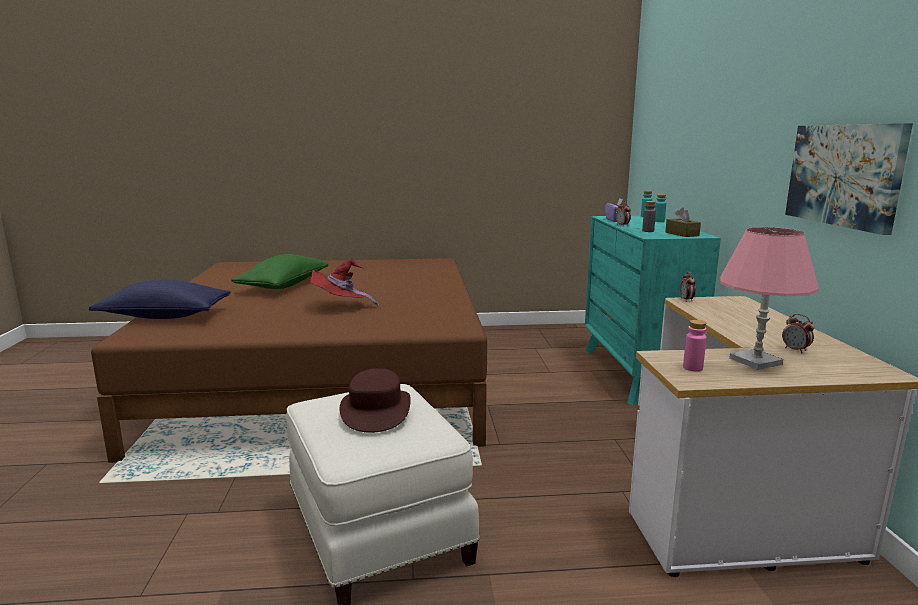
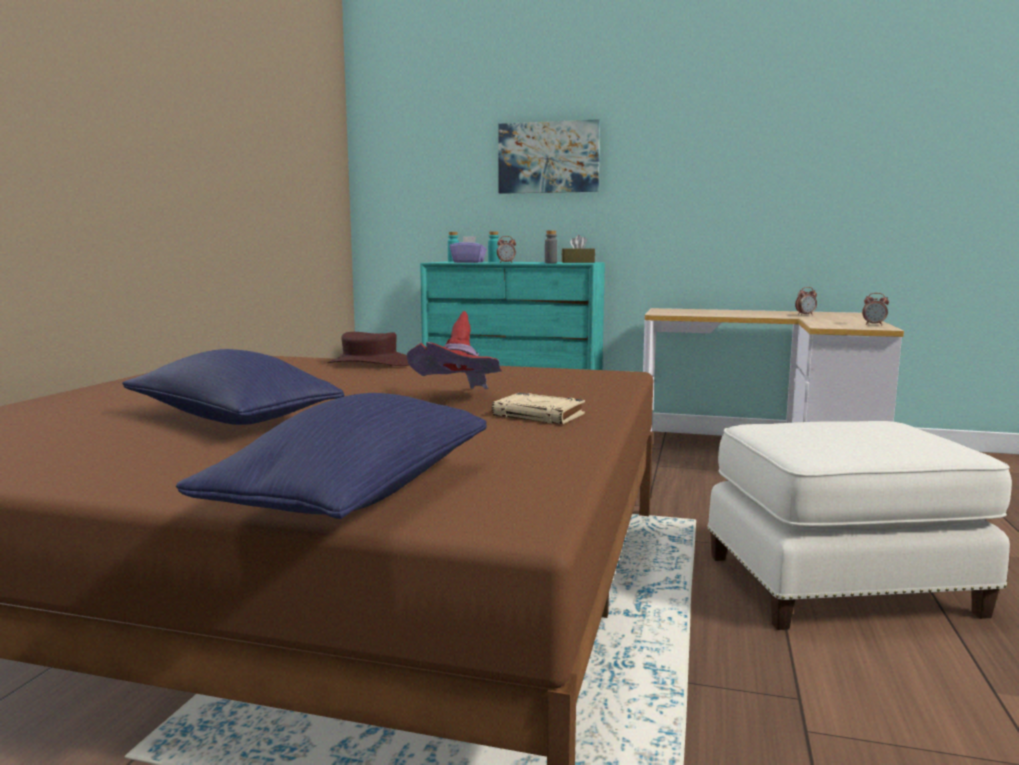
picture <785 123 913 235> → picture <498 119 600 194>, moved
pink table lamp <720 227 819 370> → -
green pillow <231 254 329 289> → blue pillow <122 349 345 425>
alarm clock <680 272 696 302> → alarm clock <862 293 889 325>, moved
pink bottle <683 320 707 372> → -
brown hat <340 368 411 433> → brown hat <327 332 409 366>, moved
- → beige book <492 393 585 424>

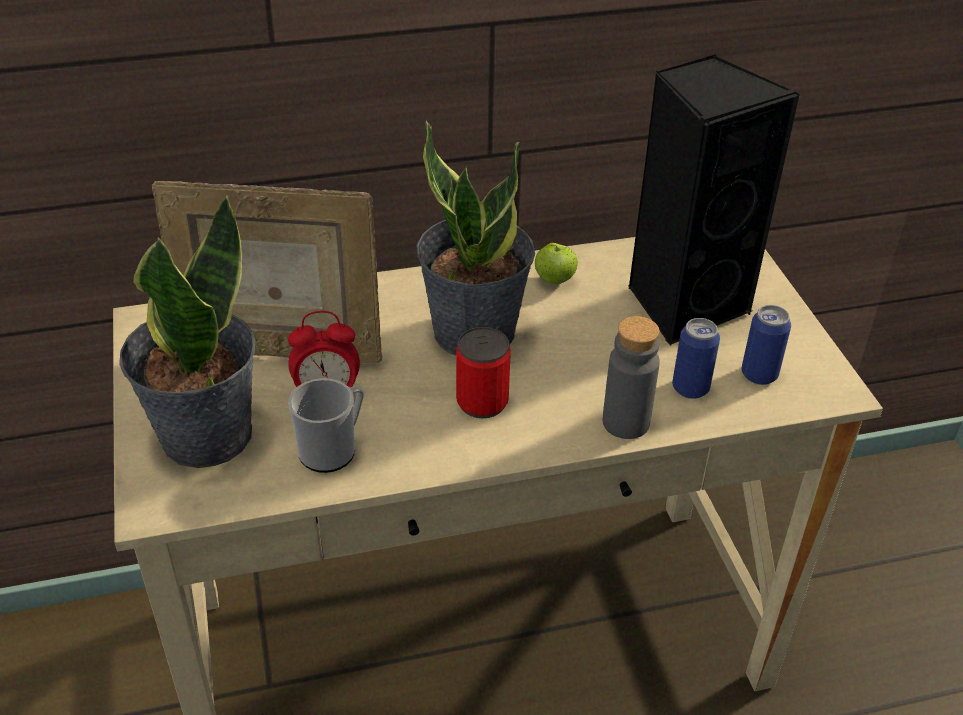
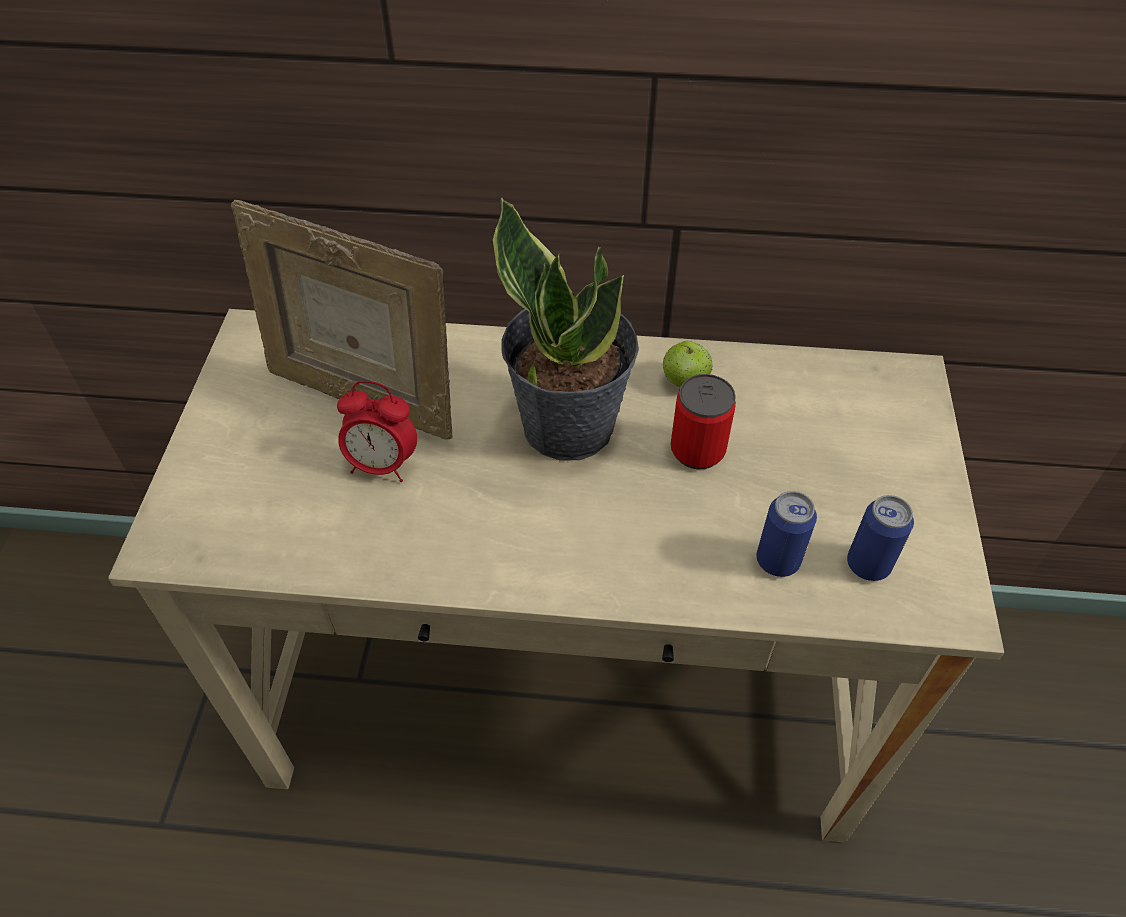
black speaker <628 54 800 345> → -
potted plant <119 195 255 468> → -
grey bottle <603 316 660 439> → -
can <456 327 511 418> → can <671 374 736 469>, moved
mug <288 378 364 473> → -

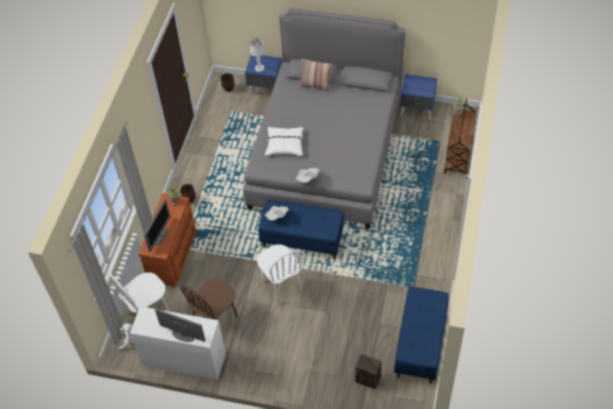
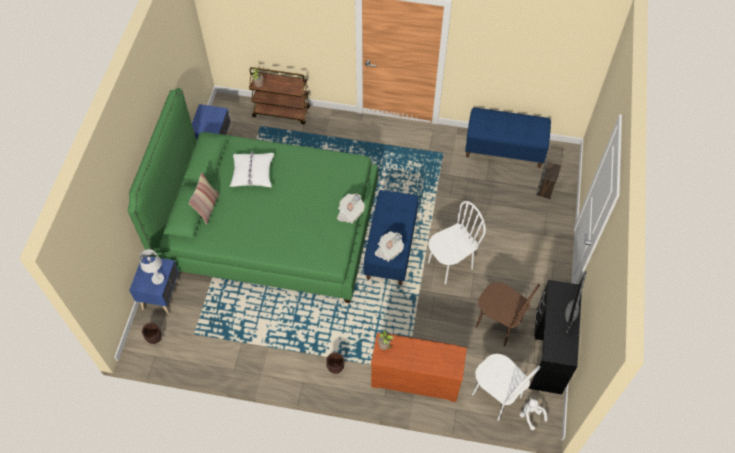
grey bed <243 8 405 229> → green bed <128 88 378 303>
white pillow <265 127 304 156> → white pillow <230 151 274 187>, moved
monitor <144 199 170 252> → -
white desk <130 306 226 380> → black desk <529 280 582 394>

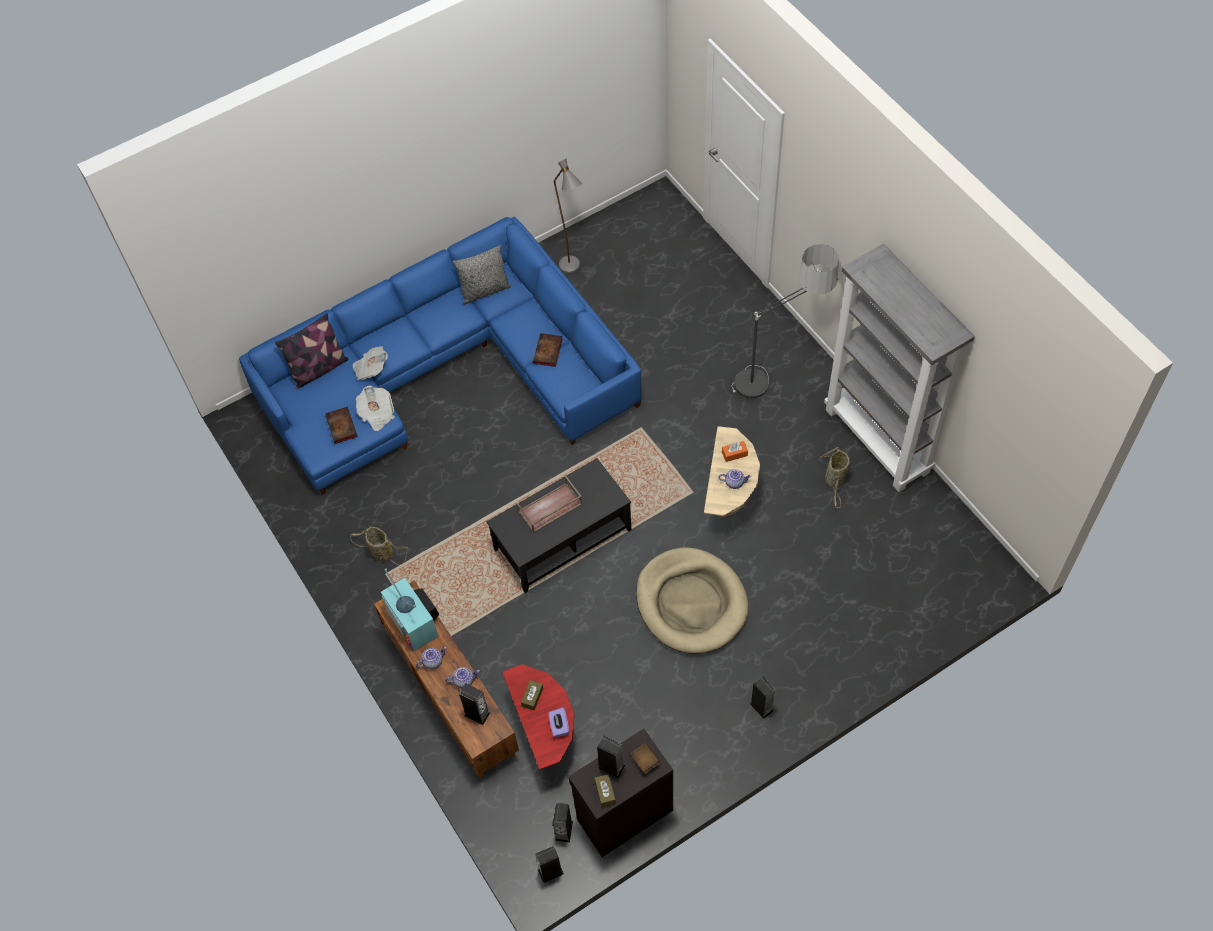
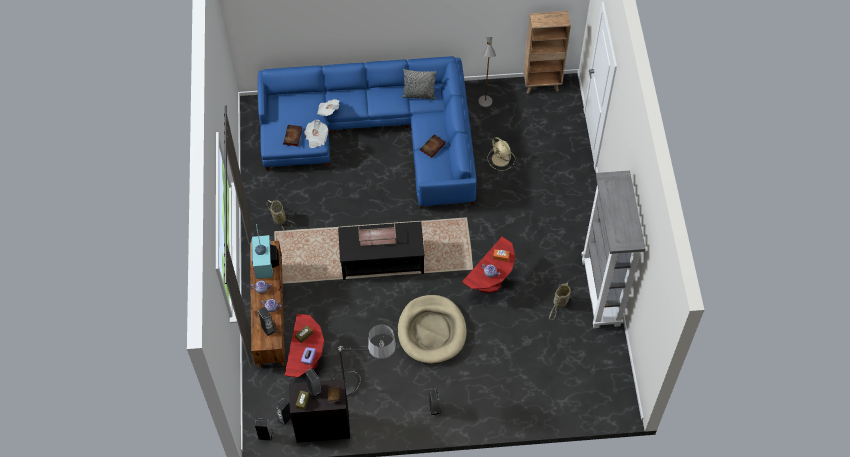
floor lamp <732 244 839 398> → floor lamp <332 324 396 396>, moved
pillow <275 313 348 389> → -
beige side table <704 426 760 518> → red side table <462 237 515 293>
- → brown bookcase <524 11 571 94>
- → beige fan <488 137 515 171>

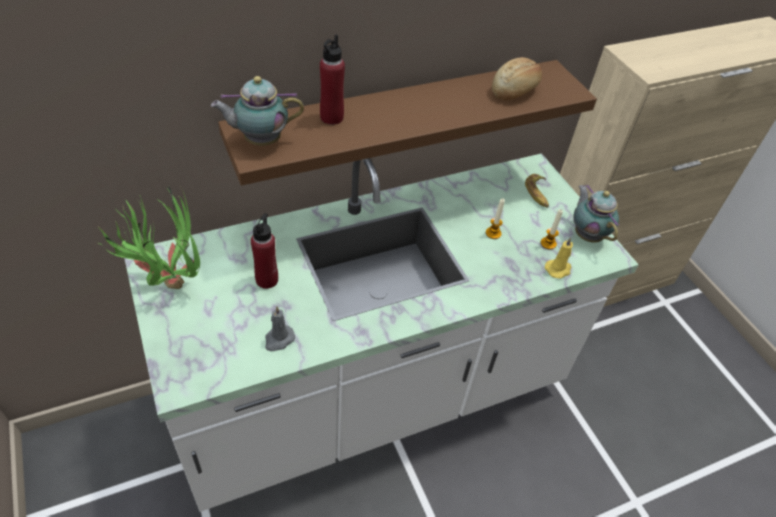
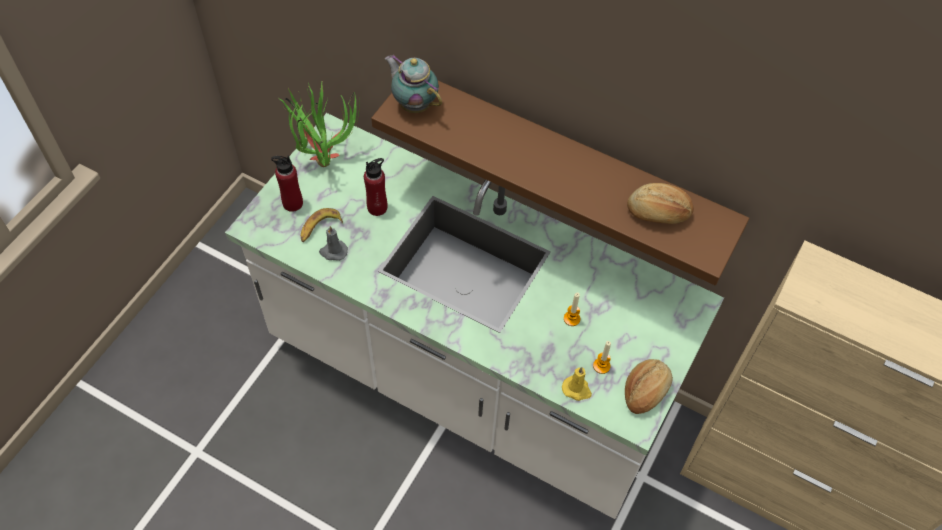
red bottle <320 35 345 125> → red bottle <271 156 303 212>, moved
banana <525 174 549 207> → banana <301 208 343 242>, moved
teapot <573 184 619 242> → bread <625 359 673 414>

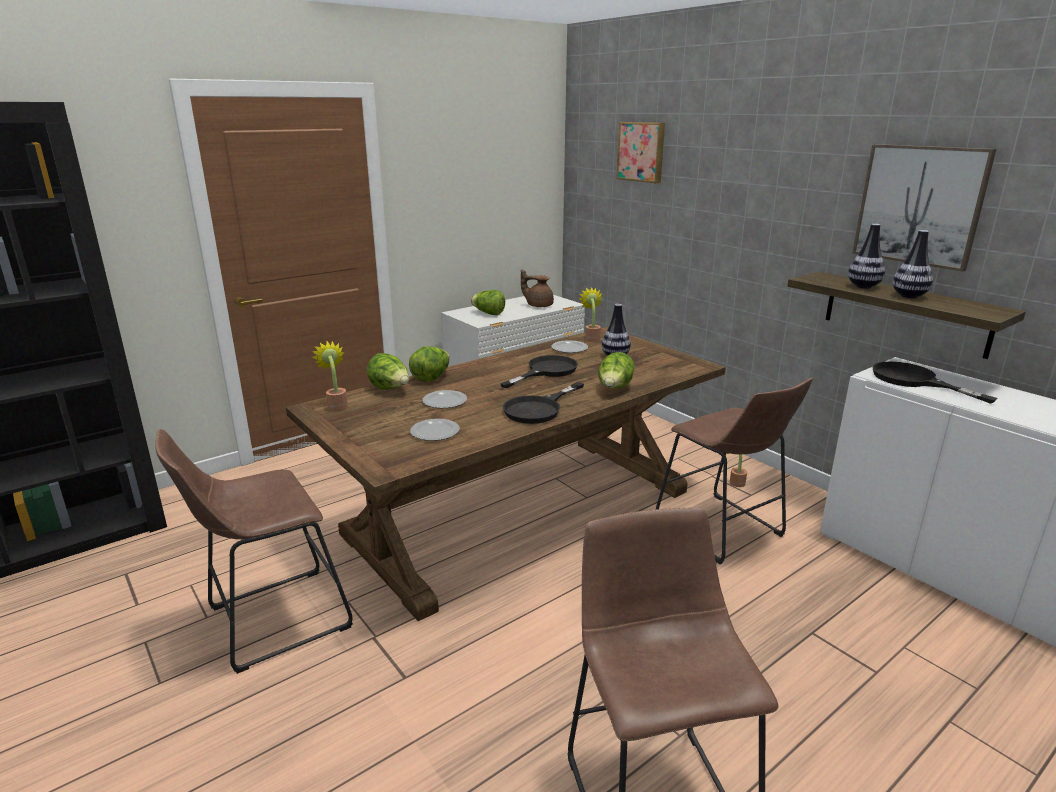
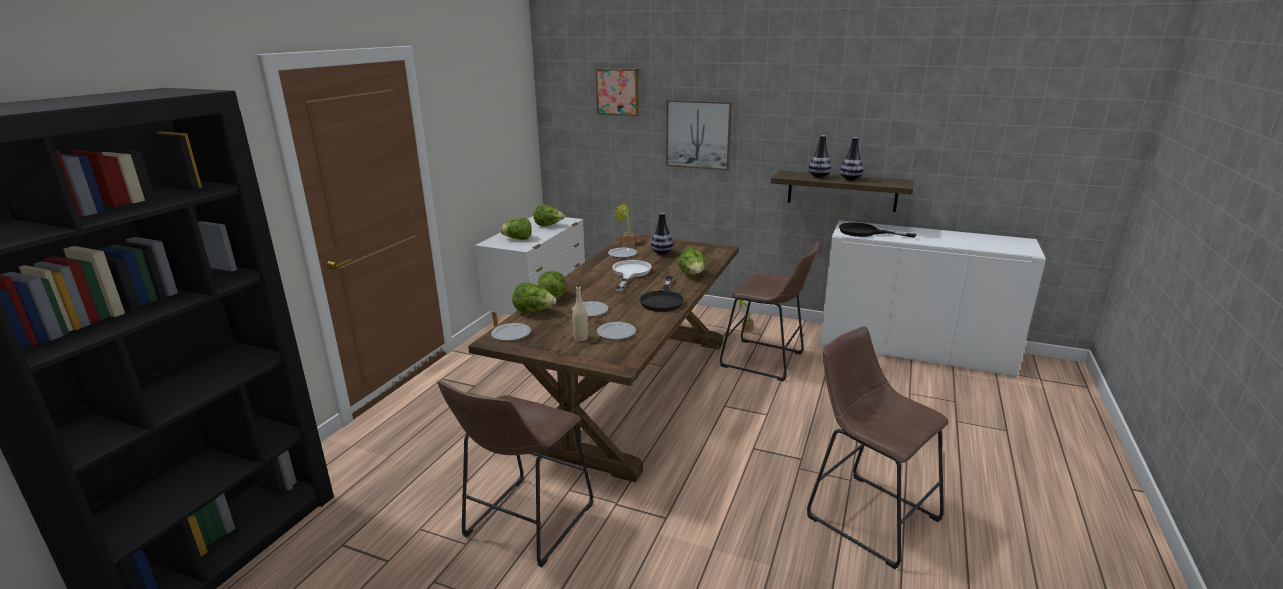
picture <852 144 996 271> → picture <666 100 732 170>, moved
brown teapot <521 269 554 307> → lettuce <533 205 565 226>
potted plant <312 341 348 412> → plate <491 323 531 341>
black frying pan <500 355 578 388> → white frying pan <612 260 651 291>
- → beige bottle <572 285 588 341>

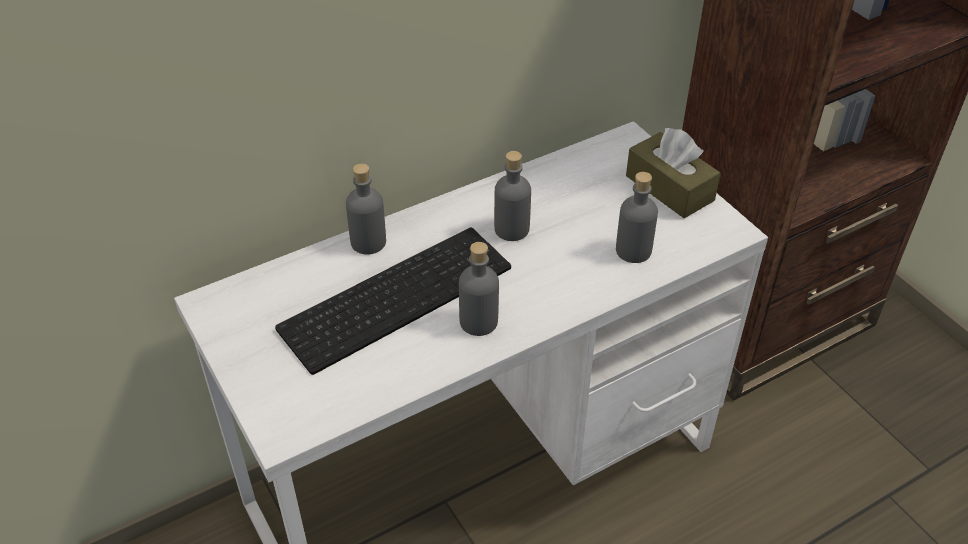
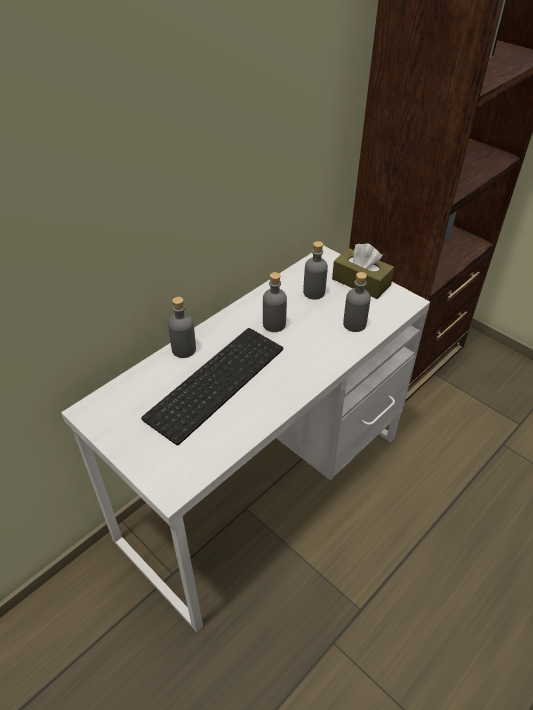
grey bottle <459 242 499 336> → grey bottle <303 241 328 300>, moved

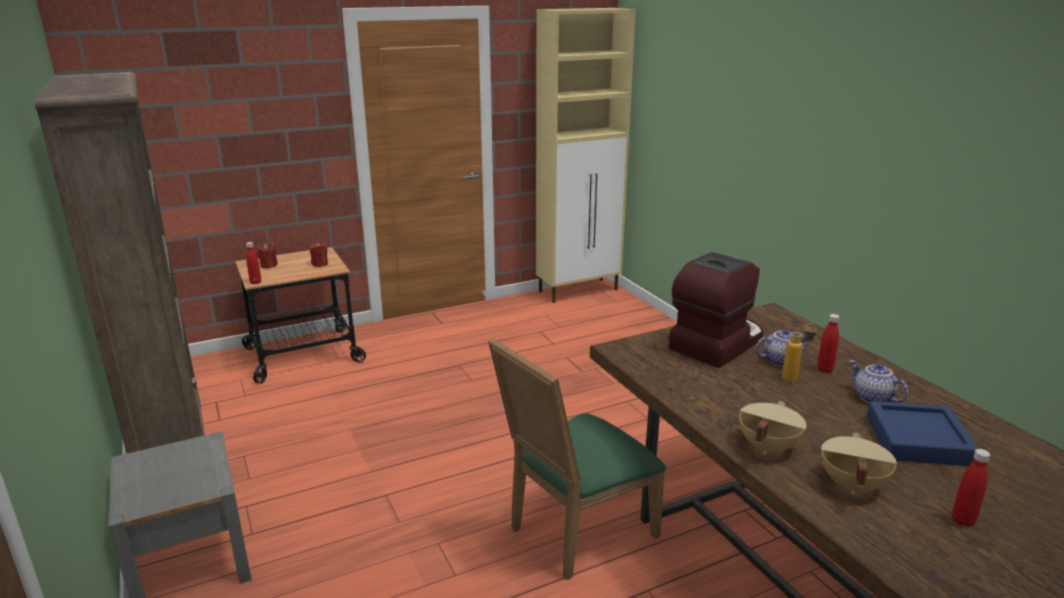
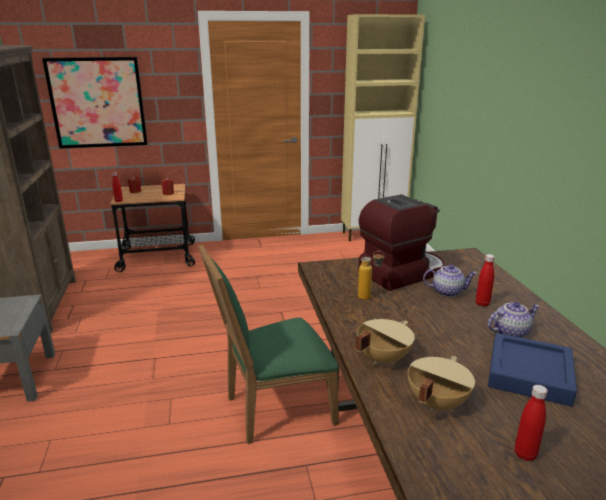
bottle <782 323 817 382> → bottle <358 251 384 300>, moved
teapot <849 360 908 403> → teapot <488 302 540 338>, 90 degrees clockwise
- → picture <42 57 148 149>

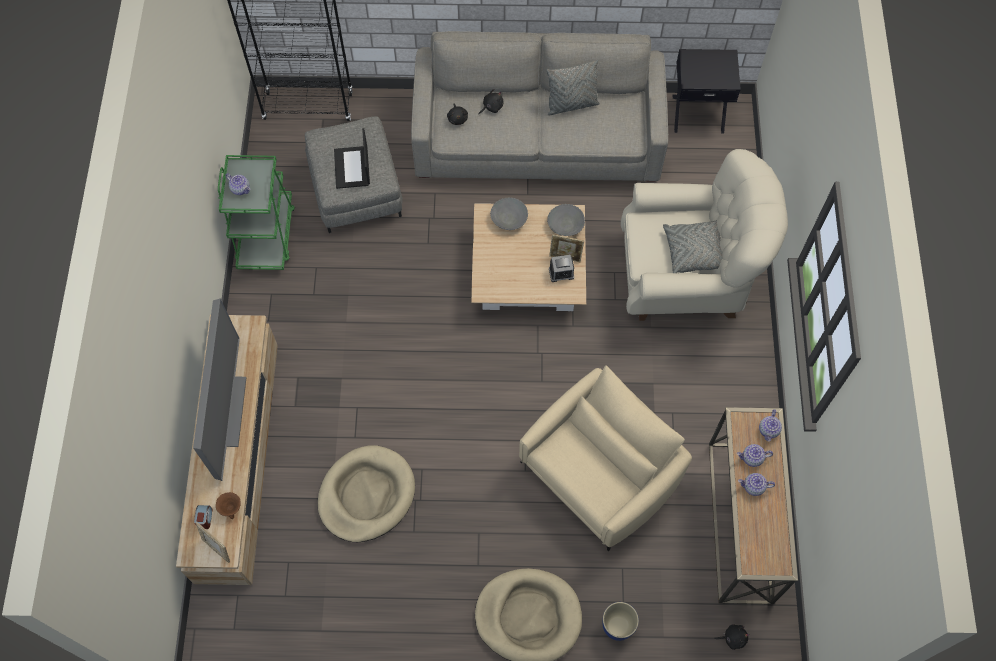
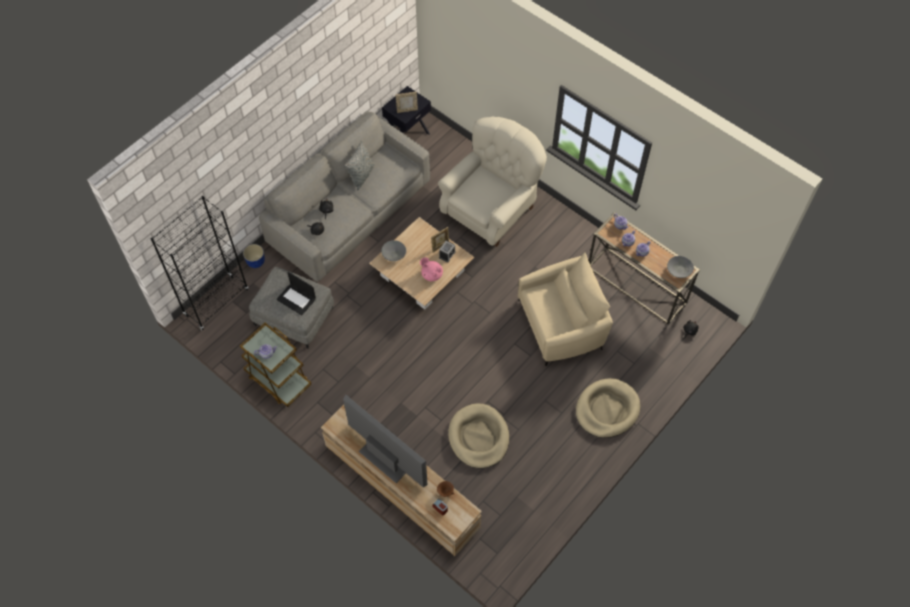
green cart <218 155 295 270> → brown cart <240 323 311 407>
grey bowl <547 204 585 236> → grey bowl <667 256 694 278>, moved
grey pillow <663 220 723 273> → -
beige armchair <519 365 692 552> → beige armchair <518 252 613 366>, 75 degrees clockwise
picture frame <196 522 230 563> → picture frame <395 92 418 113>, moved
planter <602 602 639 641> → planter <243 244 265 268>, moved
- → pink teapot <420 257 443 281>

